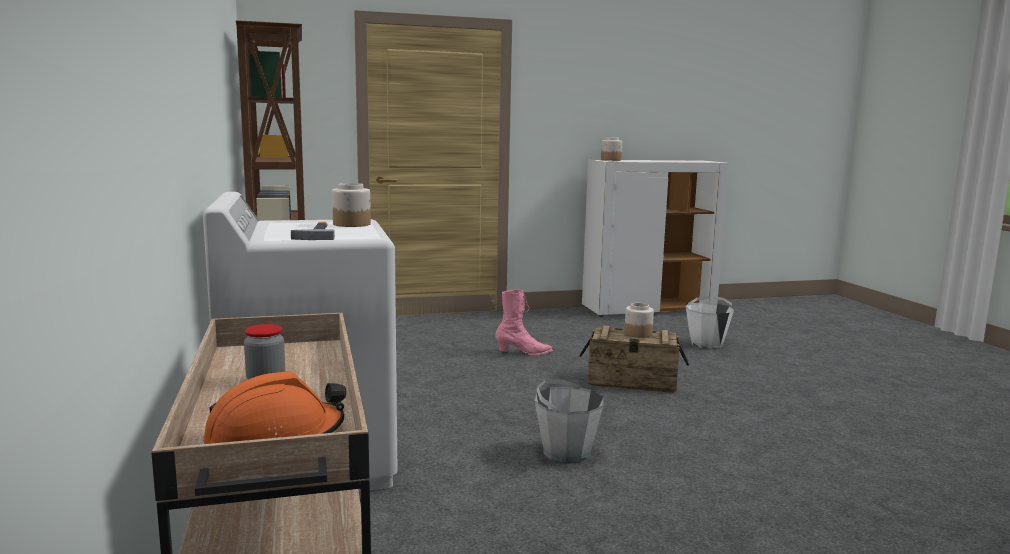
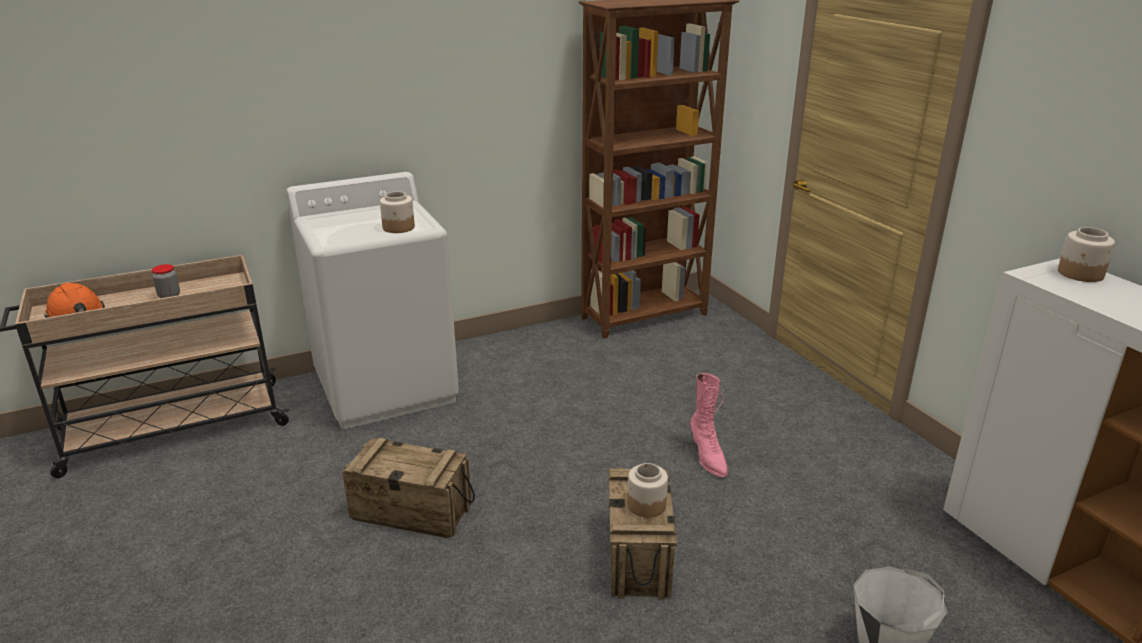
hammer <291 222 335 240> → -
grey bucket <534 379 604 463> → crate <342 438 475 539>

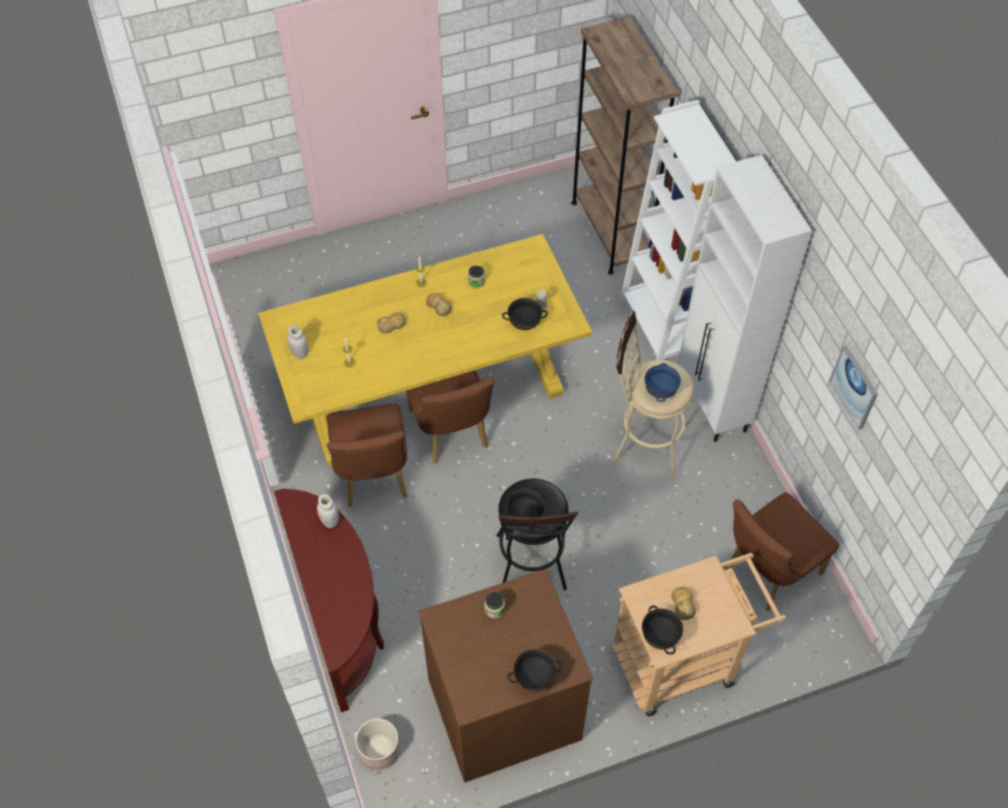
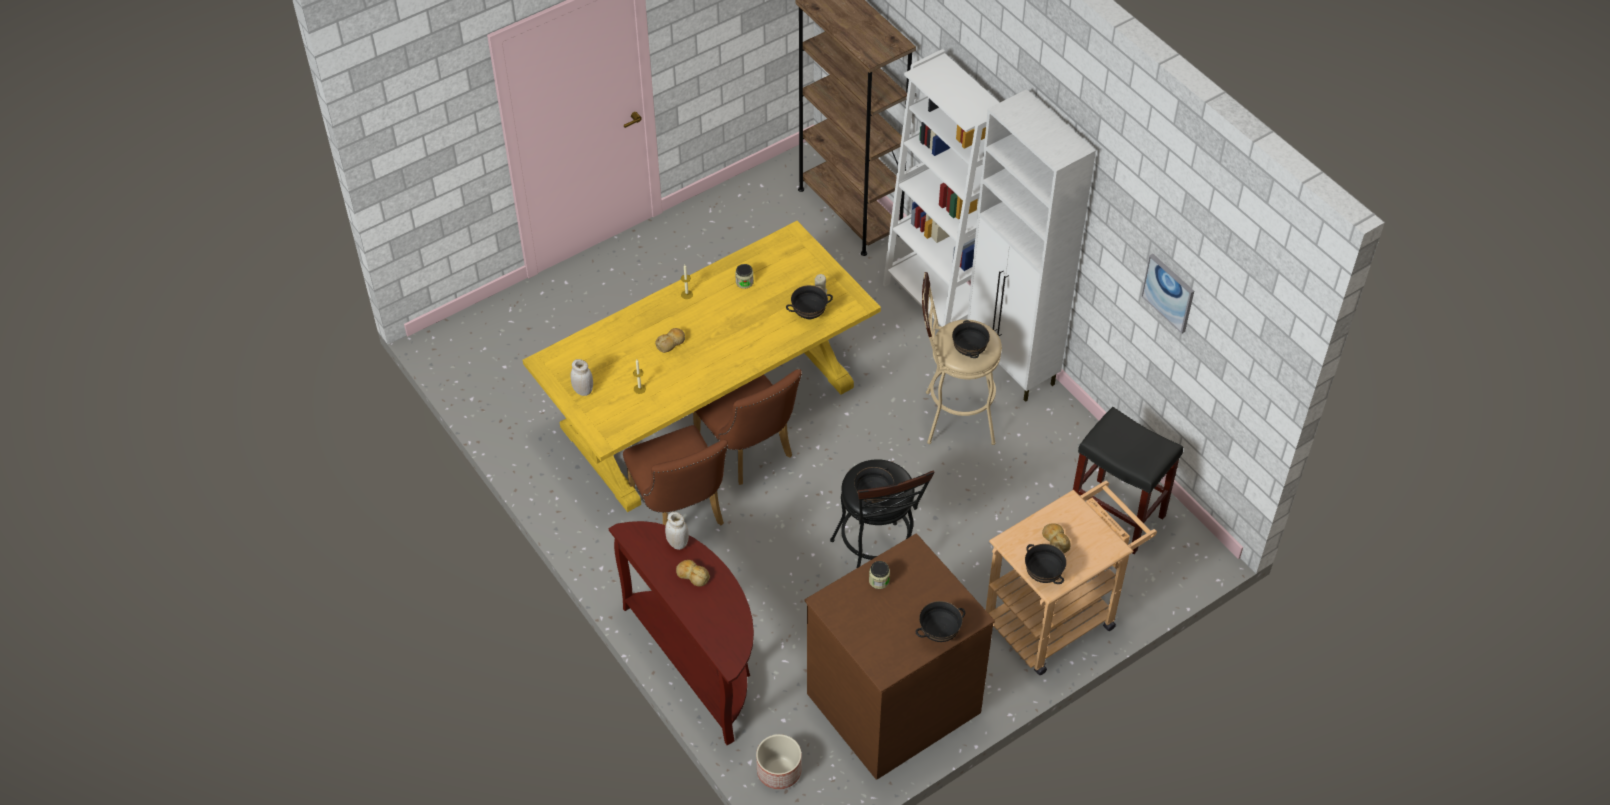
bread <426 293 452 316> → bread <676 560 710 586>, moved
blue bowl <645 363 681 402> → black bowl <952 320 990 358>
brown chair <726 492 839 612> → black stool <1073 407 1183 554>

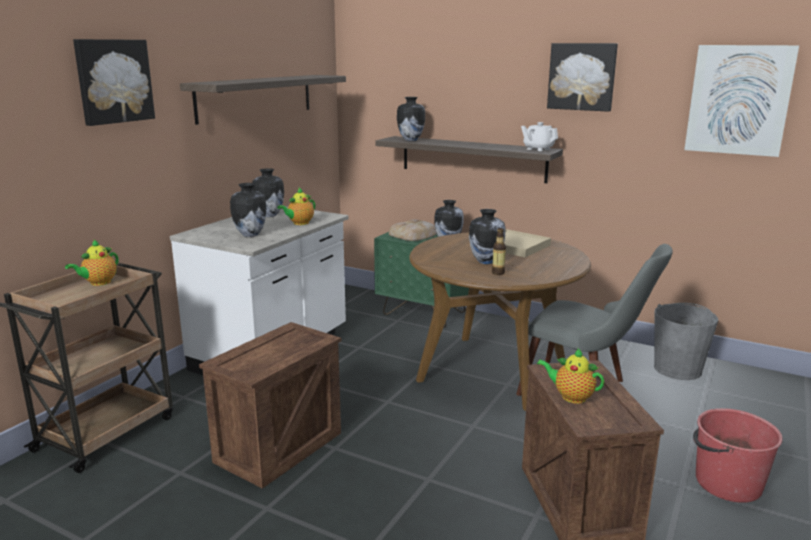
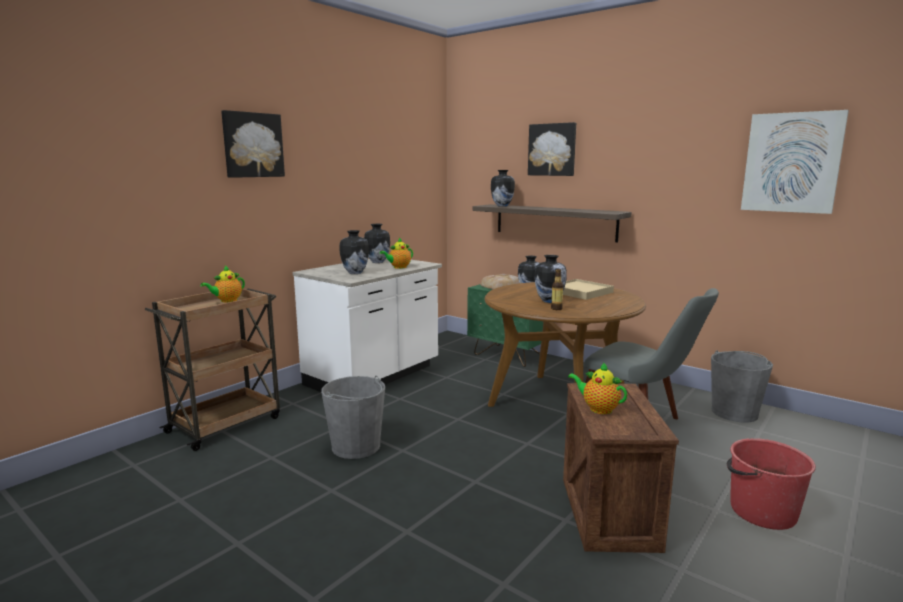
picture <547 43 618 112> → picture <528 122 576 176>, moved
shelf <180 75 346 125> → -
white teapot <521 122 558 151> → -
crate <199 322 342 489> → grey bucket <321 376 385 459>

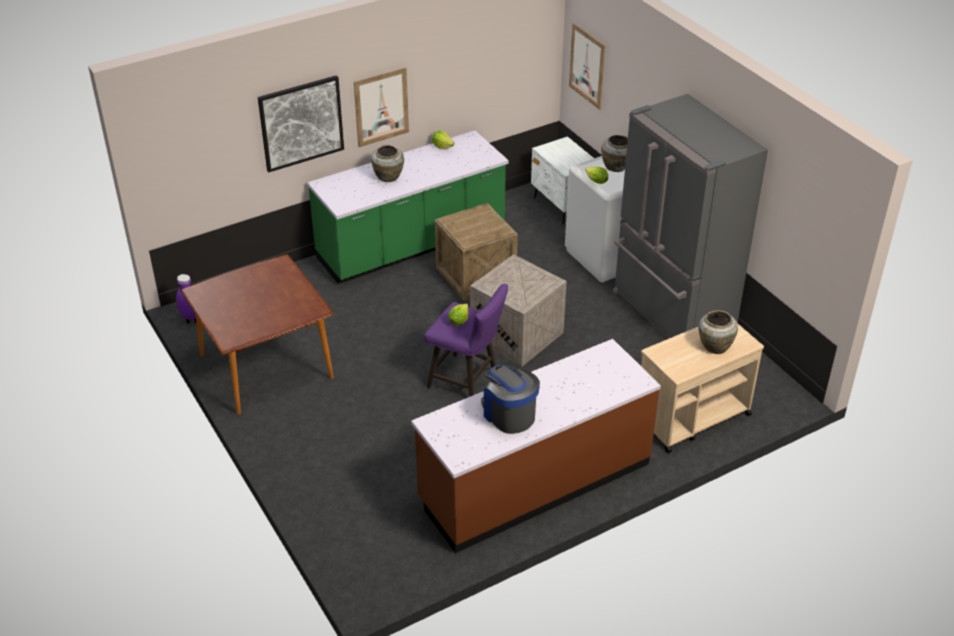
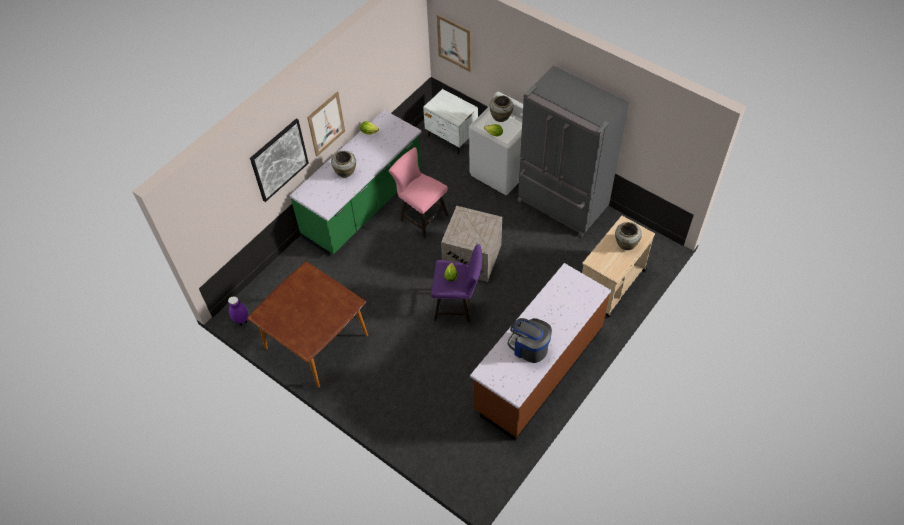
crate <435 203 518 300> → pink stool <389 147 448 238>

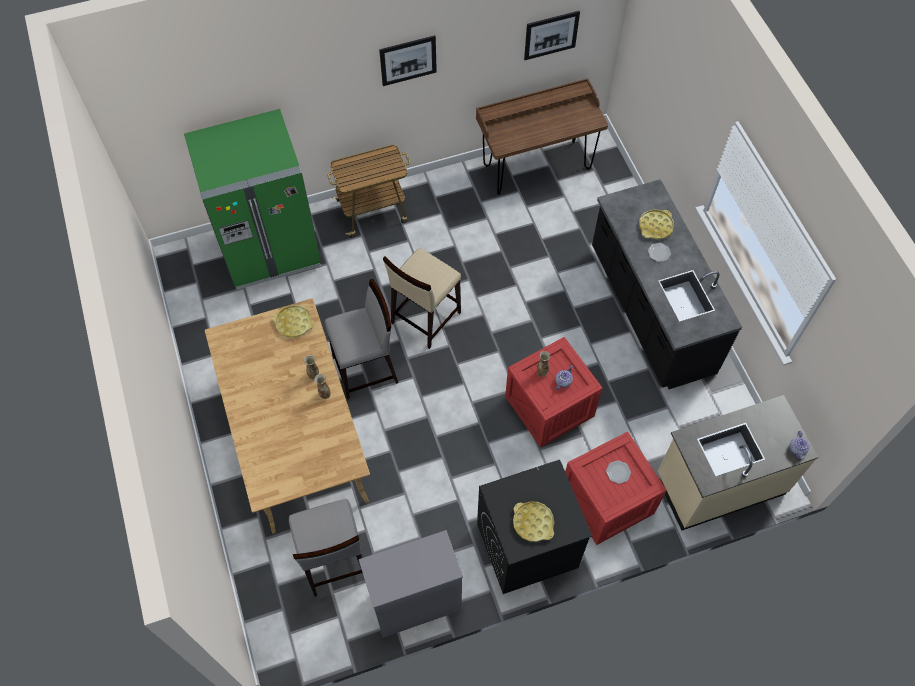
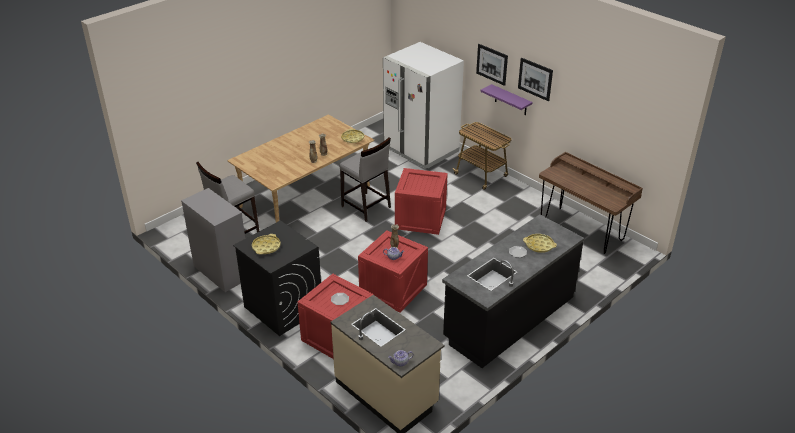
picture <524 11 580 60> → picture <476 44 508 86>, moved
green fridge <184 109 321 290> → white fridge <383 42 464 169>
beige stool <383 248 461 349> → crate <395 168 448 235>
- → purple shelf <480 84 533 115>

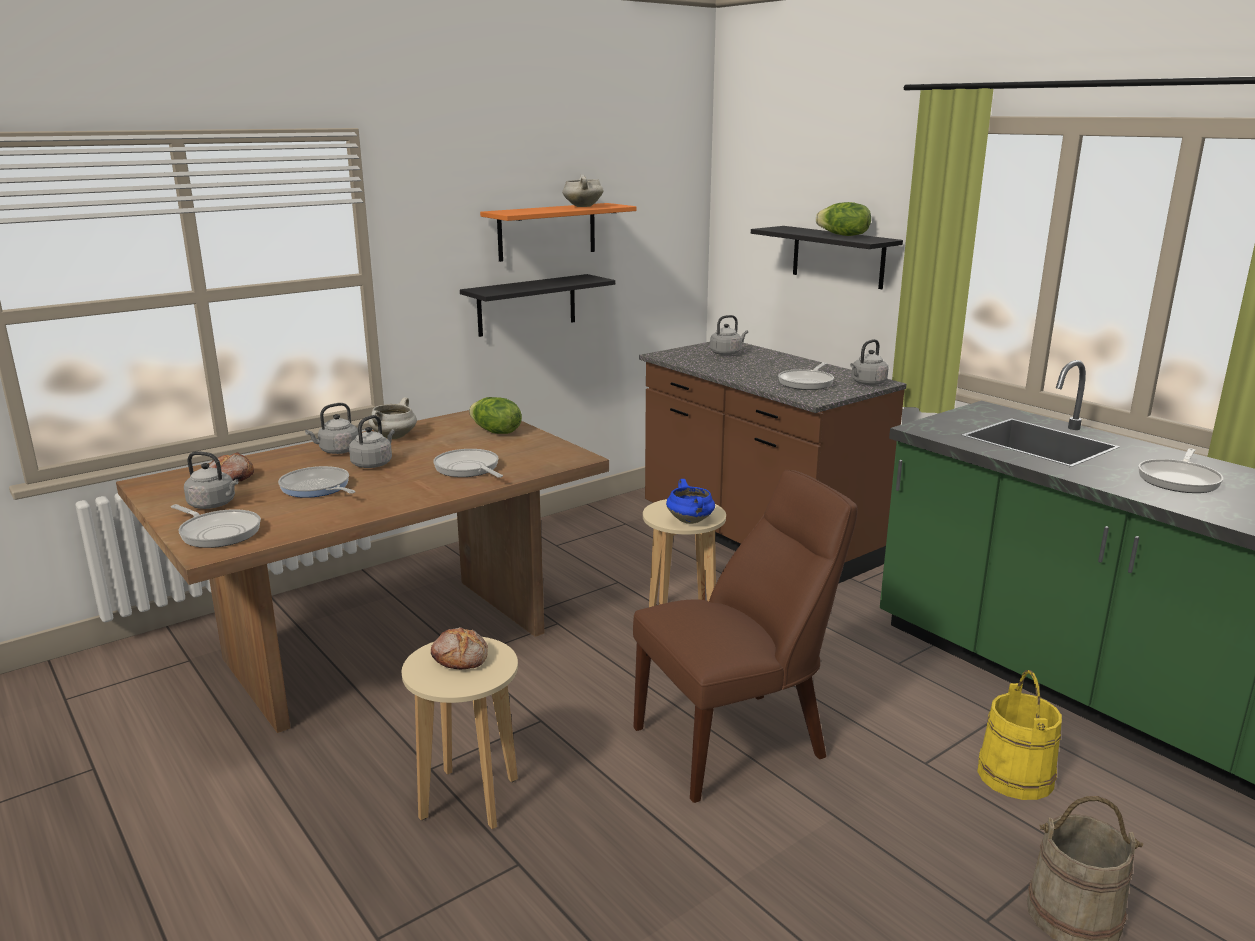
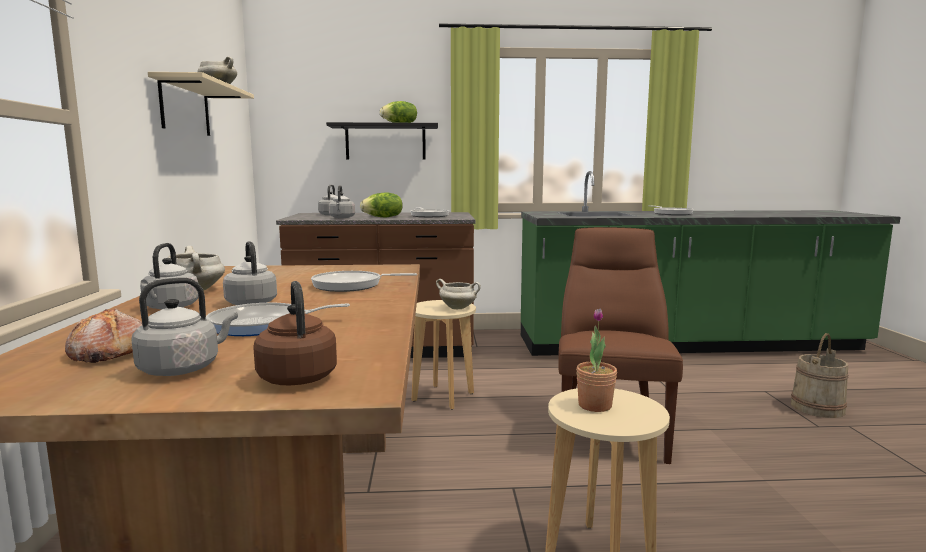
orange shelf <480 203 636 262> → beige shelf <148 72 254 136>
black shelf <460 274 615 337> → -
grey kettle <850 339 888 385> → grey kettle <329 185 355 218>, moved
lettuce <469 397 522 434> → lettuce <360 193 403 217>, moved
blue cooking pot <666 479 715 524> → white cooking pot <436 279 481 310>
frying pan <171 504 261 548> → brown kettle <253 281 337 385>
bread <431 627 488 669> → potted plant <576 309 617 412>
yellow bucket <977 670 1062 800> → -

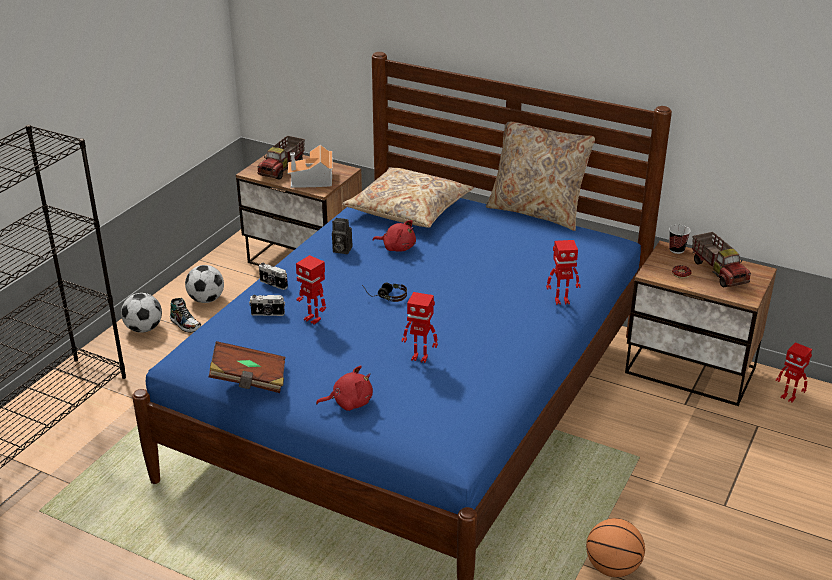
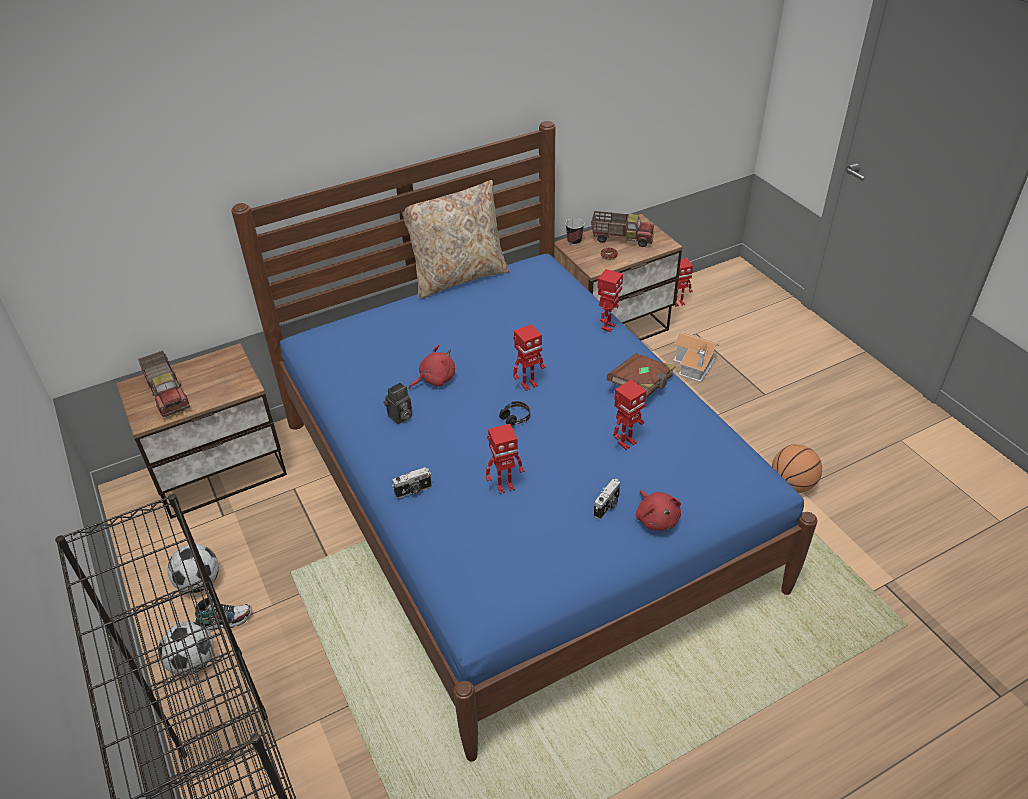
toy house <288 145 333 188> → toy house <673 332 720 383>, moved
beige pillow <342 167 474 228> → -
photo camera <249 295 285 316> → photo camera <594 479 620 520>, moved
brown book <209 341 285 393> → brown book <607 353 675 397>, moved
red plush toy <316 365 373 411> → red plush toy <636 490 681 531>, 135 degrees clockwise
- → toy robot <513 324 546 391>

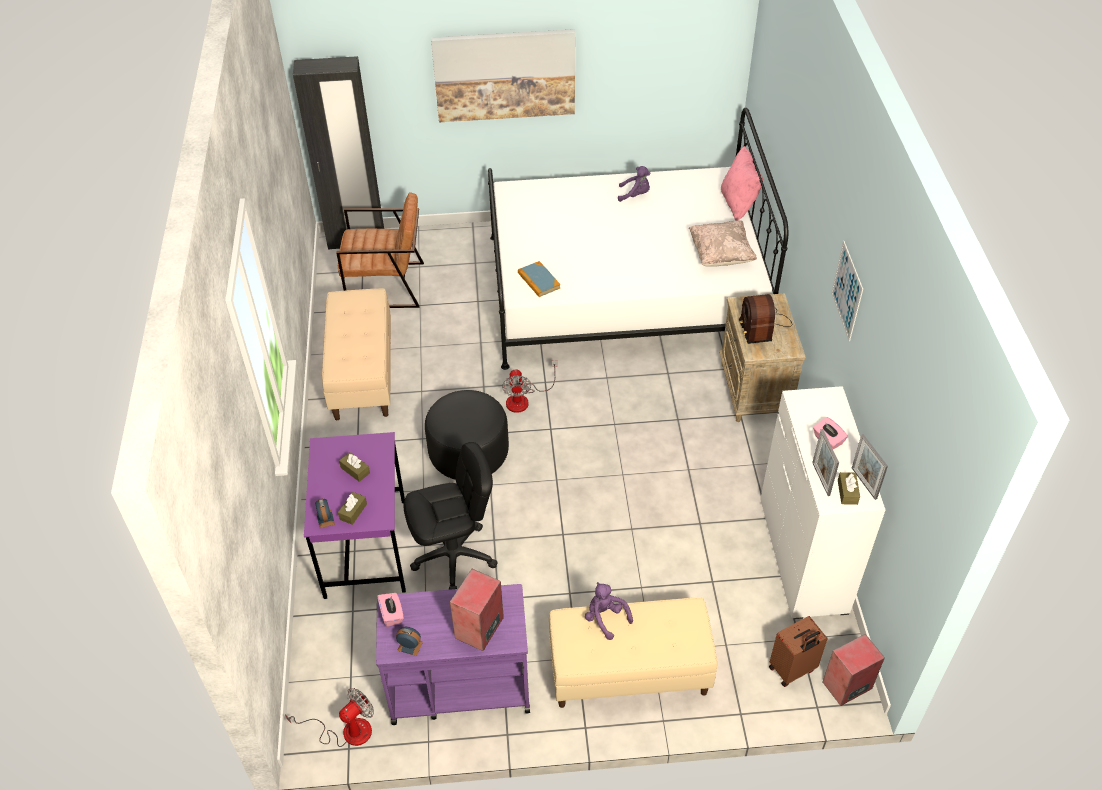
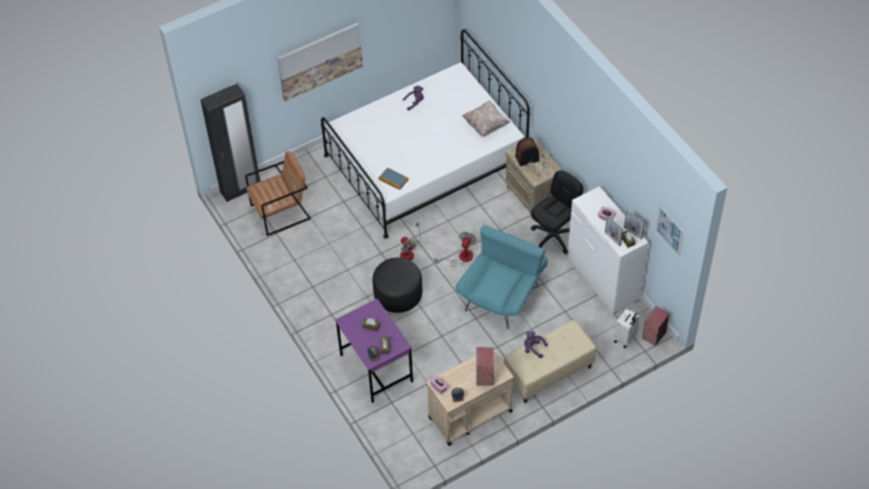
pink pillow <721 146 763 221> → -
picture <831 241 863 341> → picture <655 205 684 256>, moved
beige bench <322 288 391 420> → -
radio <739 294 792 344> → radio <515 137 549 175>, 105 degrees clockwise
black office chair <403 442 498 590> → black office chair <531 170 583 254>, moved
purple cart <376 584 530 725> → beige cart <426 351 514 446>
brown suitcase <769 616 828 687> → white suitcase <614 308 640 348>
fan <285 688 374 747> → fan <434 232 476 267>, moved
- → turquoise armchair <455 225 548 329>

